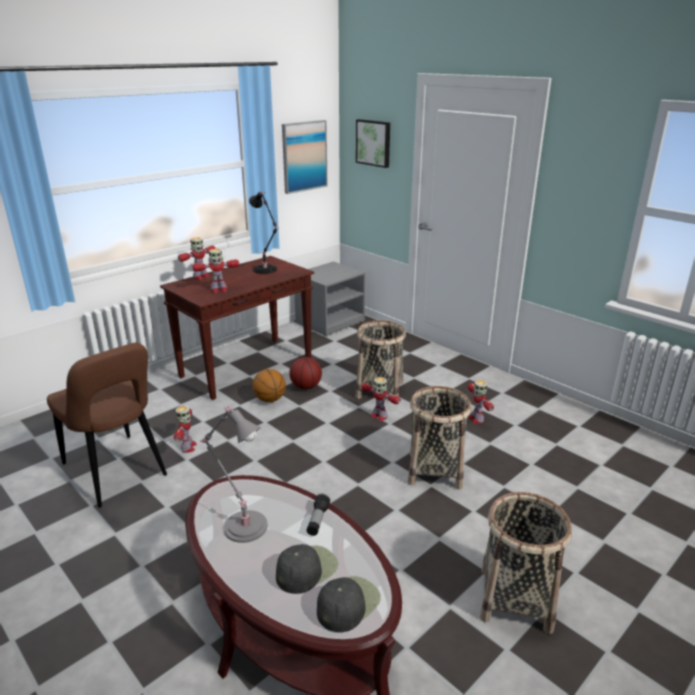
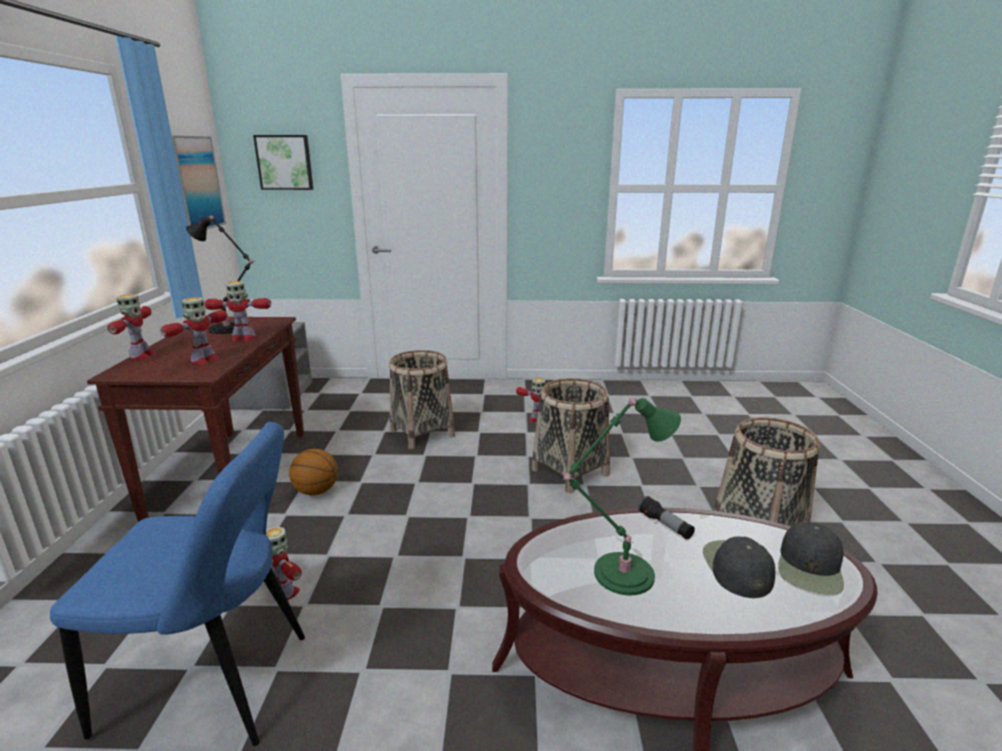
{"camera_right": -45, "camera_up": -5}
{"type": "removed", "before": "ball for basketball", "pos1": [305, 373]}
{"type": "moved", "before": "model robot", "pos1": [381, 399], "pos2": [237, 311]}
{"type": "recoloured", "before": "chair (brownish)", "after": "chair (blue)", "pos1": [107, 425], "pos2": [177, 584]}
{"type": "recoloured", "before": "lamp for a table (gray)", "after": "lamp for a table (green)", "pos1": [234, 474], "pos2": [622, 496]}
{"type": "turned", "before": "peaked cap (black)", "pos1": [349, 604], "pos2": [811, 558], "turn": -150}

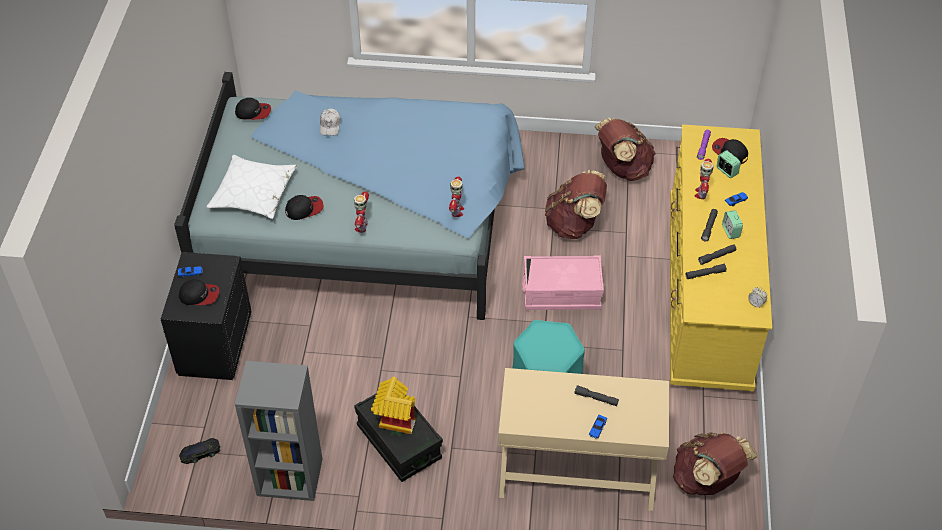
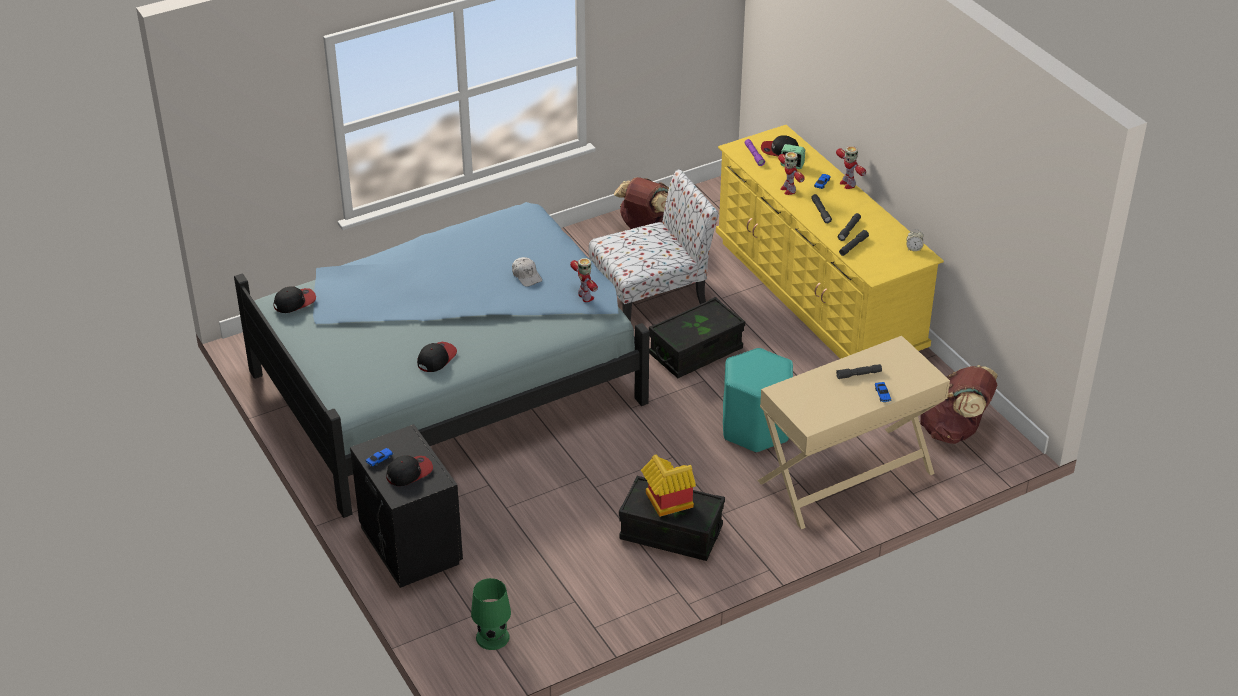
{"camera_right": -35, "camera_up": -10}
{"type": "removed", "before": "pillow (white)", "pos1": [252, 187]}
{"type": "removed", "before": "shelving unit (gray)", "pos1": [278, 431]}
{"type": "removed", "before": "bedside clock", "pos1": [732, 224]}
{"type": "moved", "before": "peaked cap (white)", "pos1": [330, 121], "pos2": [527, 272]}
{"type": "moved", "before": "model robot", "pos1": [361, 212], "pos2": [851, 167]}
{"type": "replaced", "before": "toy car (black)", "after": "lamp for a table (green)", "pos1": [199, 451], "pos2": [491, 614]}
{"type": "replaced", "before": "rucksack (brownish)", "after": "chair", "pos1": [576, 204], "pos2": [654, 245]}
{"type": "recoloured", "before": "storage box (pink-coloured)", "after": "storage box (black)", "pos1": [563, 282], "pos2": [697, 337]}

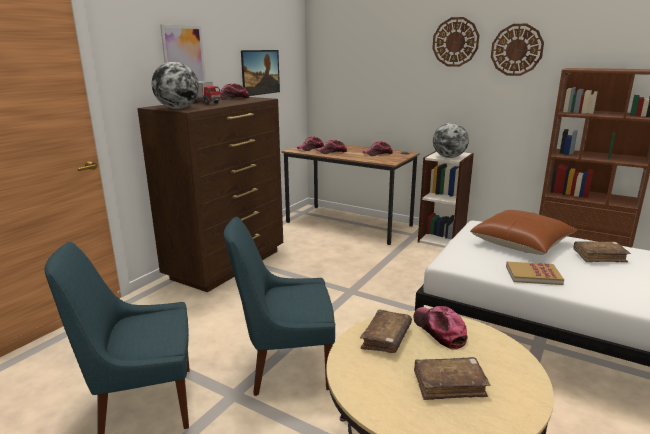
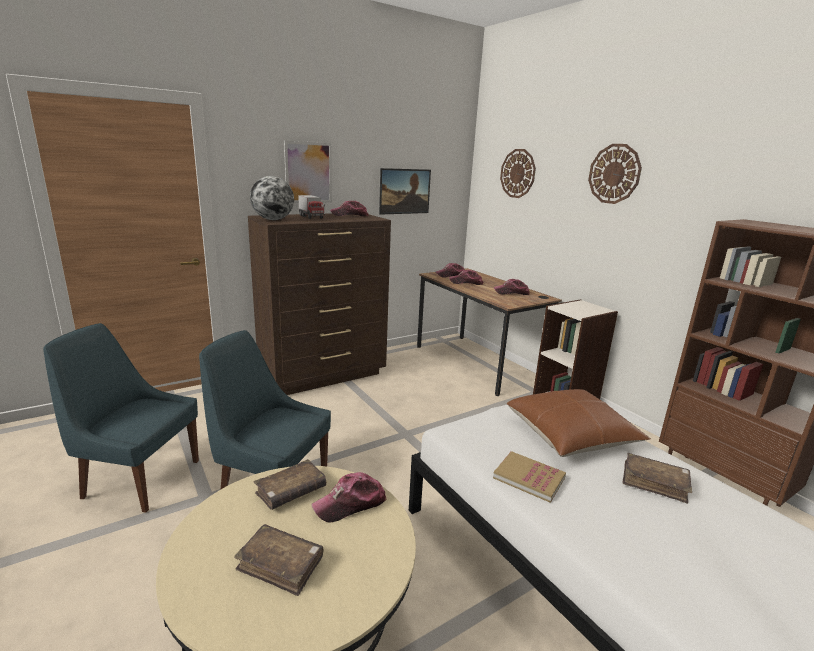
{"camera_right": 25, "camera_up": 0}
{"type": "removed", "before": "world globe", "pos1": [451, 140]}
{"type": "moved", "before": "clock on the wall", "pos1": [517, 50], "pos2": [518, 173]}
{"type": "turned", "before": "peaked cap", "pos1": [441, 327], "pos2": [348, 497], "turn": -120}

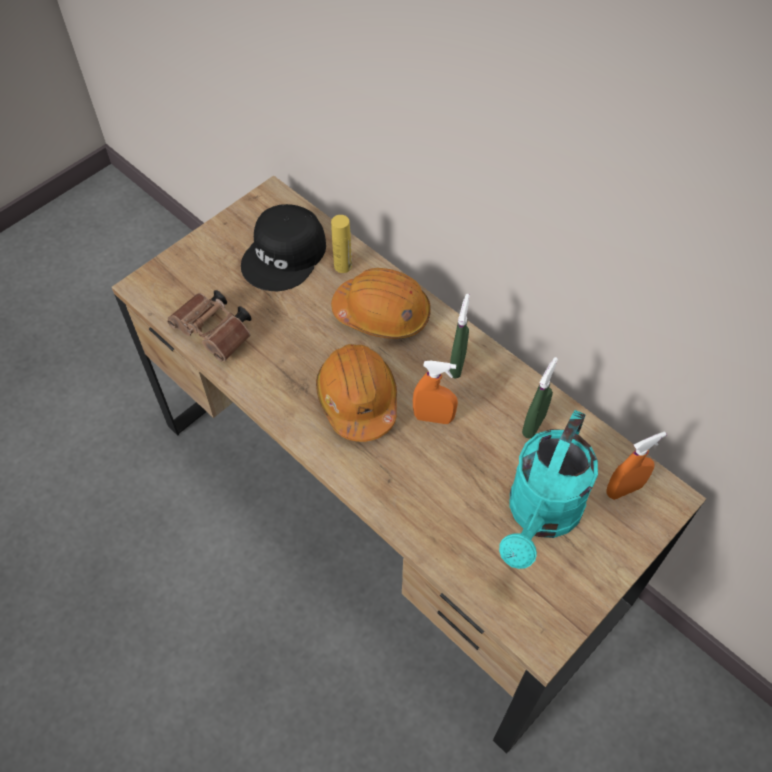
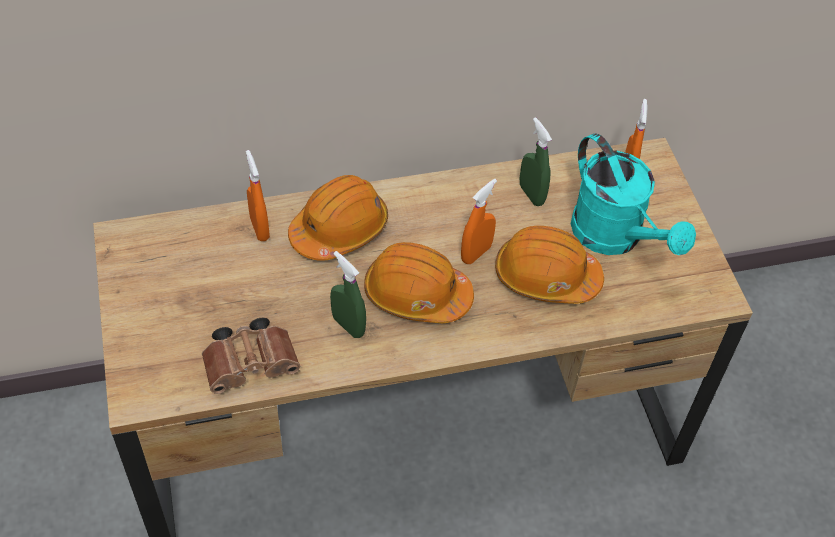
{"camera_right": -60, "camera_up": -5}
{"type": "removed", "before": "peaked cap (black)", "pos1": [283, 247]}
{"type": "added", "after": "hard hat (orange)", "pos2": [549, 265]}
{"type": "moved", "before": "spray bottle (green)", "pos1": [459, 336], "pos2": [348, 294]}
{"type": "replaced", "before": "beverage bottle (yellow-coloured)", "after": "spray bottle (orange)", "pos1": [341, 244], "pos2": [258, 195]}

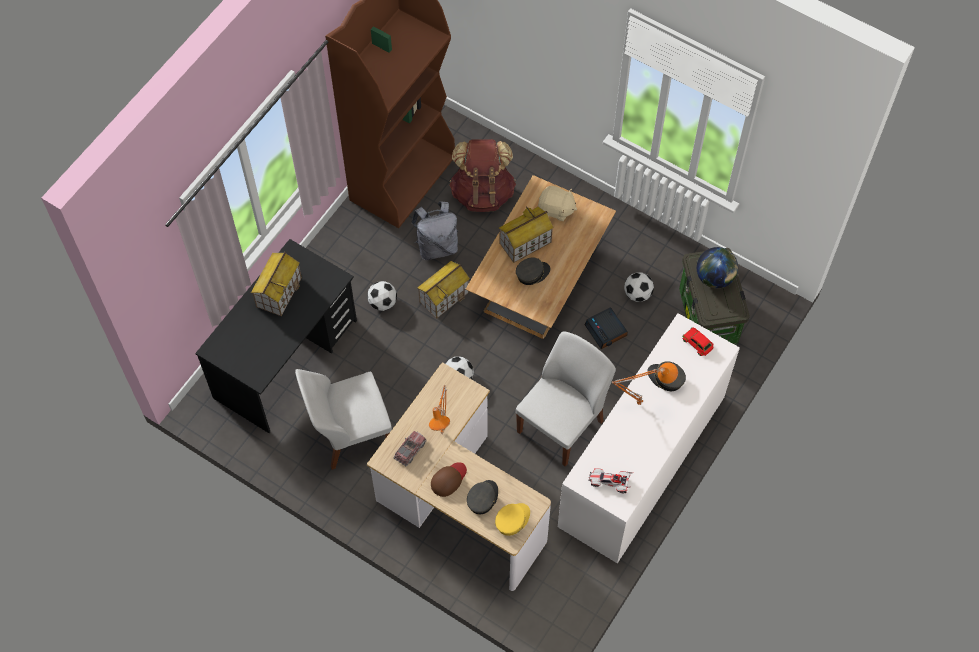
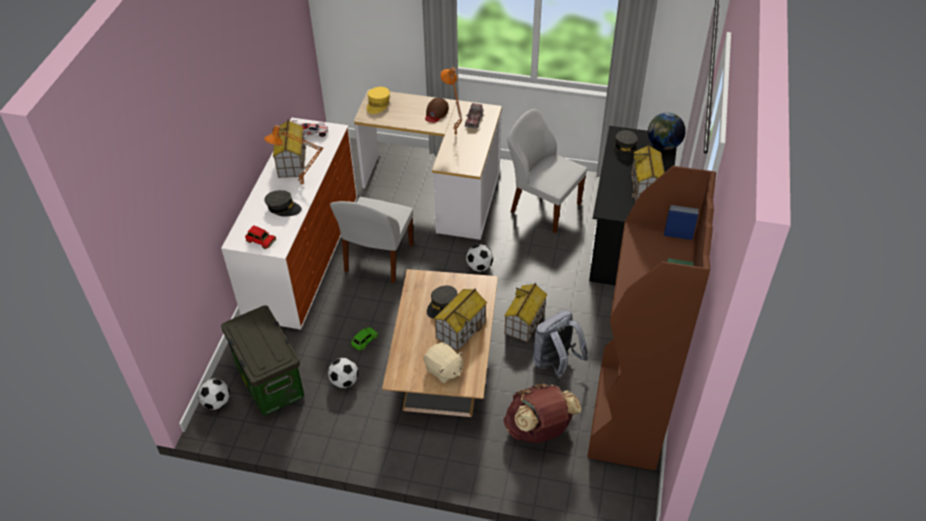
{"camera_right": 160, "camera_up": -15}
{"type": "added", "after": "model house", "pos2": [289, 148]}
{"type": "moved", "before": "ball for football", "pos1": [382, 296], "pos2": [214, 394]}
{"type": "moved", "before": "peaked cap (gray)", "pos1": [482, 497], "pos2": [626, 145]}
{"type": "moved", "before": "world globe", "pos1": [717, 267], "pos2": [667, 131]}
{"type": "replaced", "before": "bedside clock", "after": "toy car (green)", "pos1": [606, 328], "pos2": [364, 338]}
{"type": "turned", "before": "chair (white)", "pos1": [343, 419], "pos2": [547, 171], "turn": -105}
{"type": "turned", "before": "cuddly toy (sand-coloured)", "pos1": [557, 203], "pos2": [443, 362], "turn": -135}

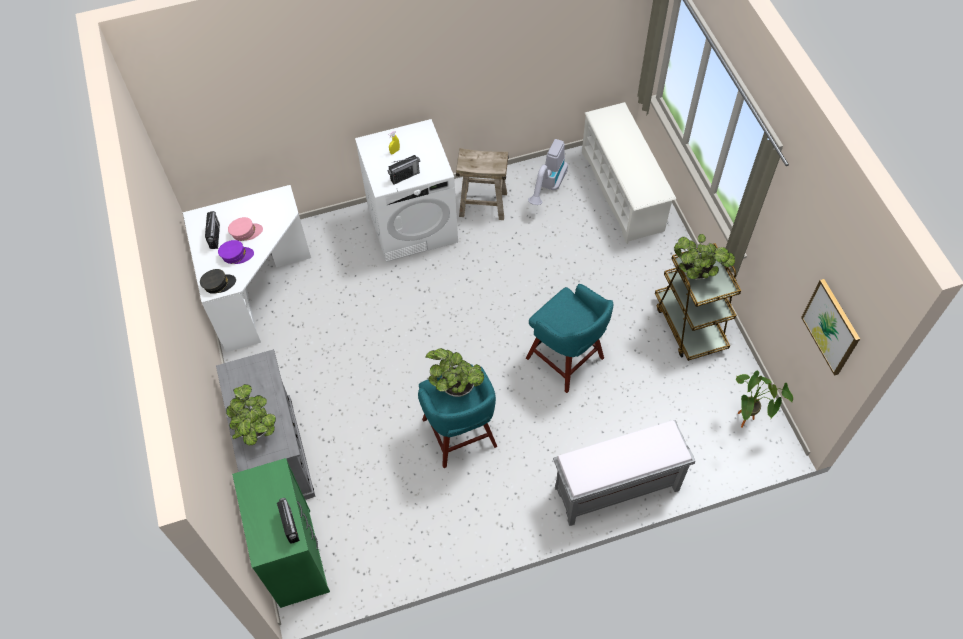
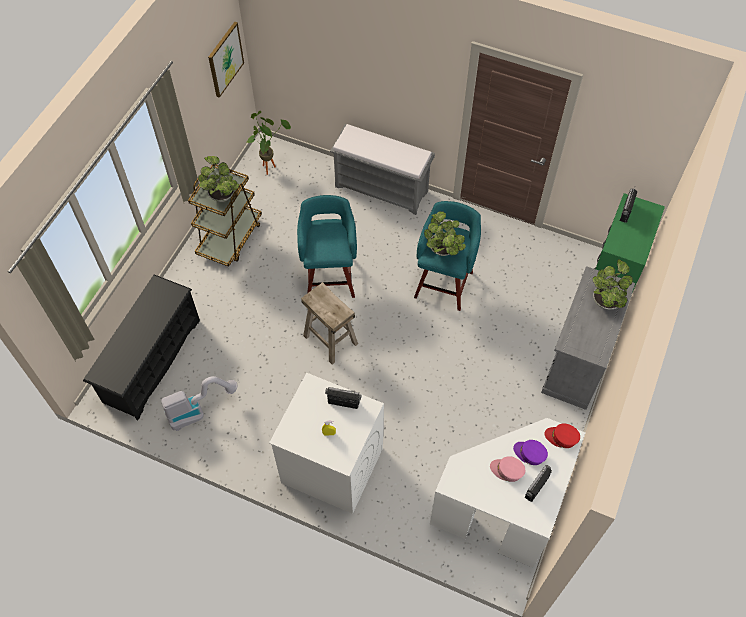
{"camera_right": -140, "camera_up": 0}
{"type": "moved", "before": "stool seat (sand-coloured)", "pos1": [482, 184], "pos2": [329, 323]}
{"type": "recoloured", "before": "peaked cap (gray)", "after": "peaked cap (red)", "pos1": [218, 281], "pos2": [562, 435]}
{"type": "recoloured", "before": "shoe rack (white)", "after": "shoe rack (black)", "pos1": [629, 173], "pos2": [141, 347]}

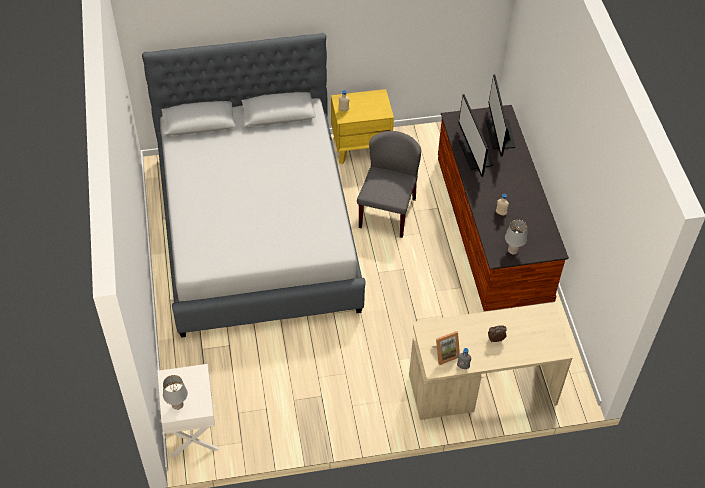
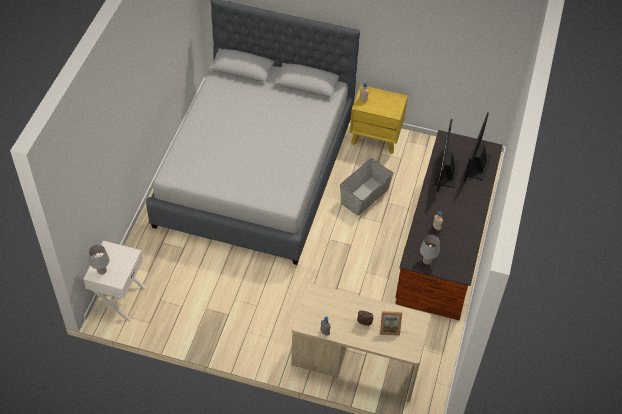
{"camera_right": 25, "camera_up": 0}
{"type": "moved", "before": "photo frame", "pos1": [445, 348], "pos2": [391, 323]}
{"type": "replaced", "before": "chair (gray)", "after": "storage box (gray)", "pos1": [389, 184], "pos2": [367, 187]}

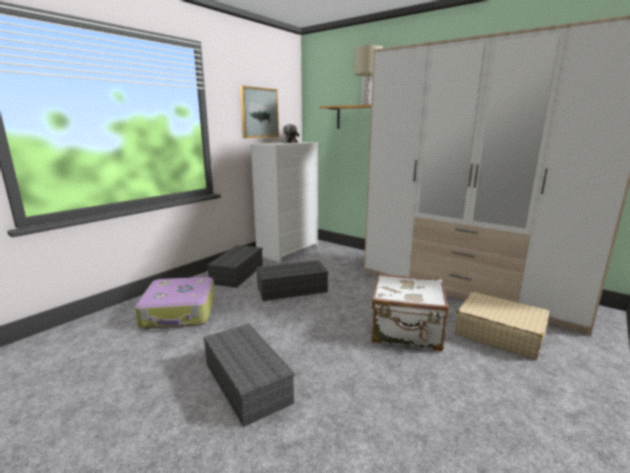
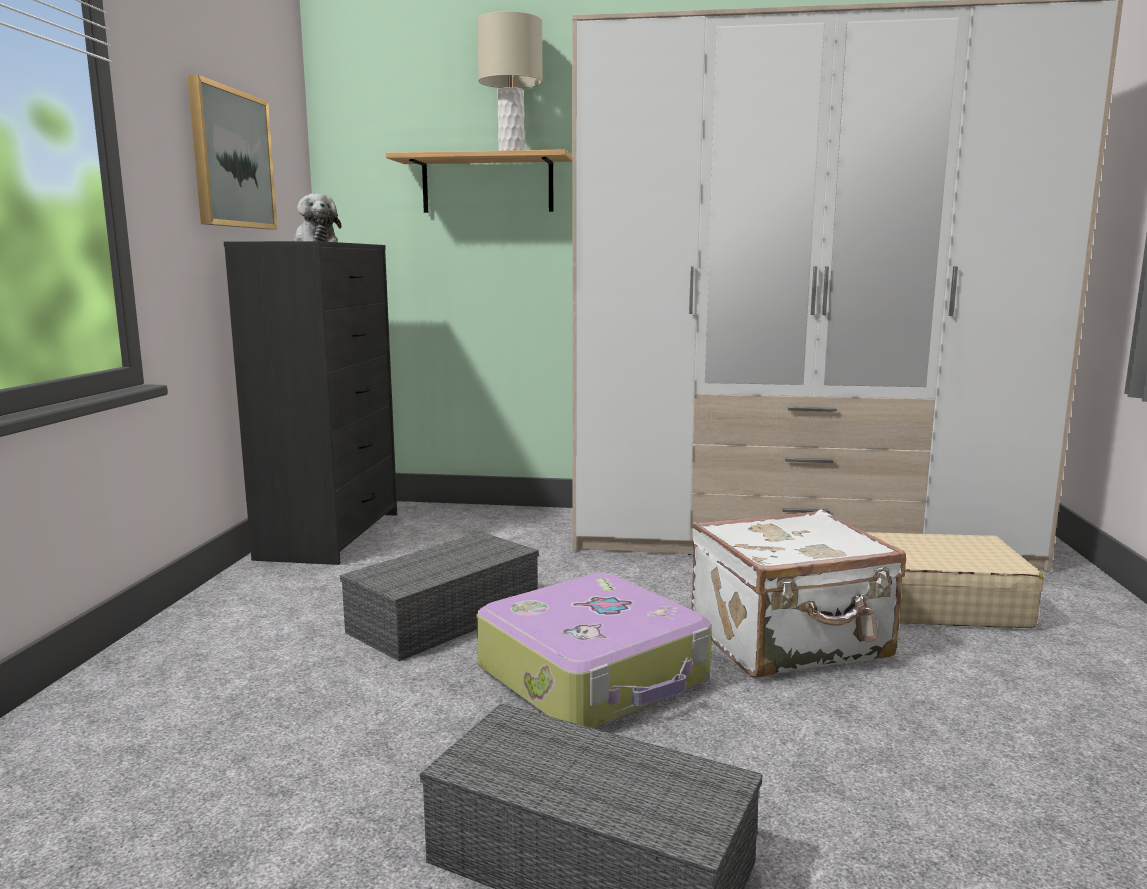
{"camera_right": -30, "camera_up": -5}
{"type": "removed", "before": "storage box (gray)", "pos1": [235, 266]}
{"type": "moved", "before": "suitcase", "pos1": [174, 303], "pos2": [594, 651]}
{"type": "recoloured", "before": "dresser (white)", "after": "dresser (black)", "pos1": [284, 202], "pos2": [310, 403]}

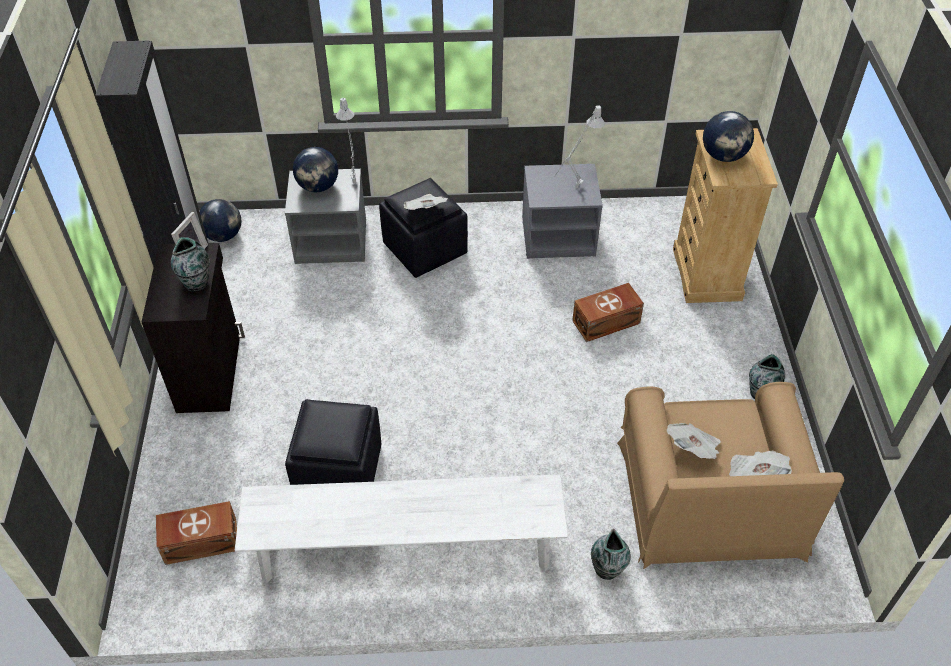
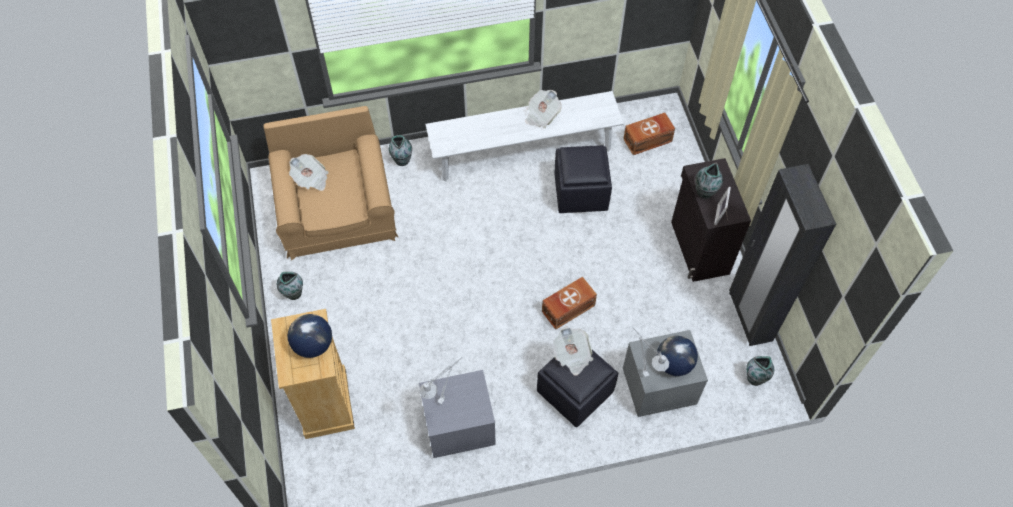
{"camera_right": 170, "camera_up": 10}
{"type": "moved", "before": "storage box (brownish)", "pos1": [608, 312], "pos2": [569, 303]}
{"type": "moved", "before": "newspaper", "pos1": [694, 441], "pos2": [543, 109]}
{"type": "replaced", "before": "world globe", "after": "vase", "pos1": [220, 220], "pos2": [760, 371]}

